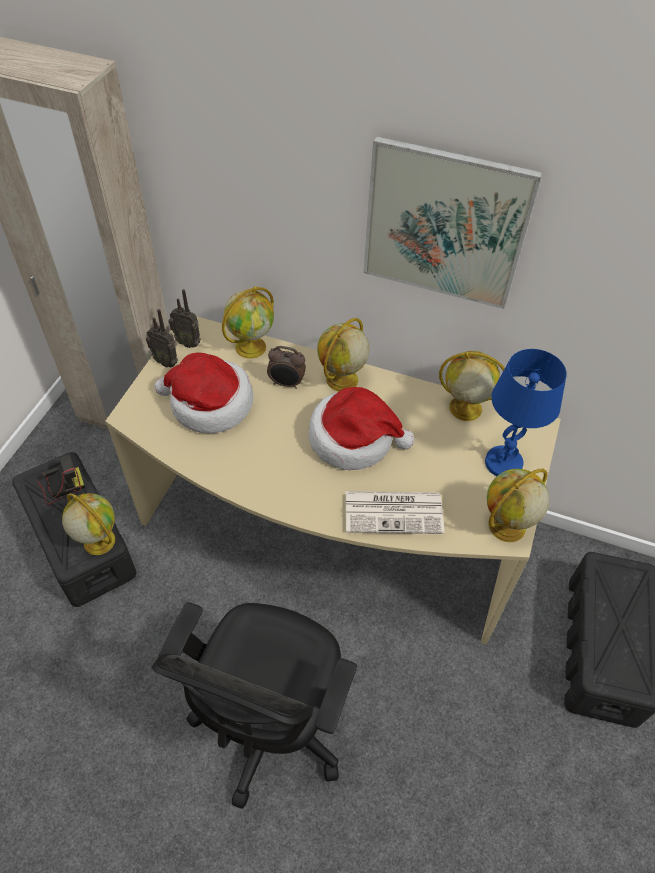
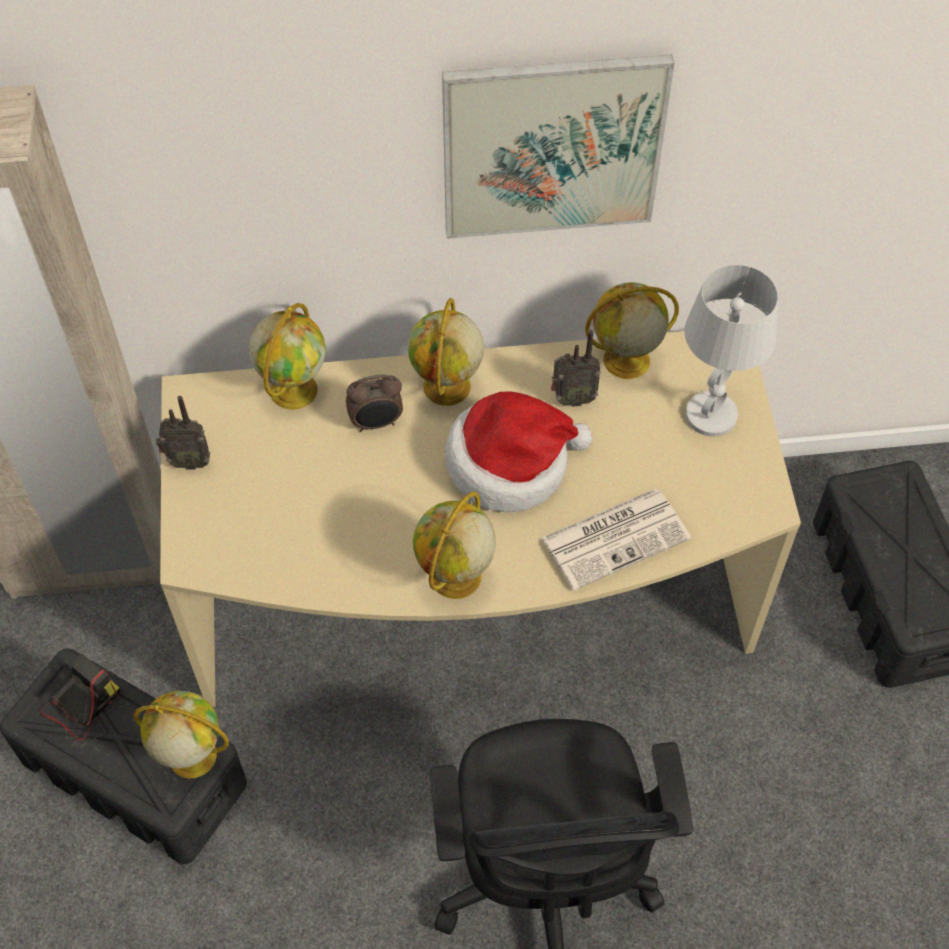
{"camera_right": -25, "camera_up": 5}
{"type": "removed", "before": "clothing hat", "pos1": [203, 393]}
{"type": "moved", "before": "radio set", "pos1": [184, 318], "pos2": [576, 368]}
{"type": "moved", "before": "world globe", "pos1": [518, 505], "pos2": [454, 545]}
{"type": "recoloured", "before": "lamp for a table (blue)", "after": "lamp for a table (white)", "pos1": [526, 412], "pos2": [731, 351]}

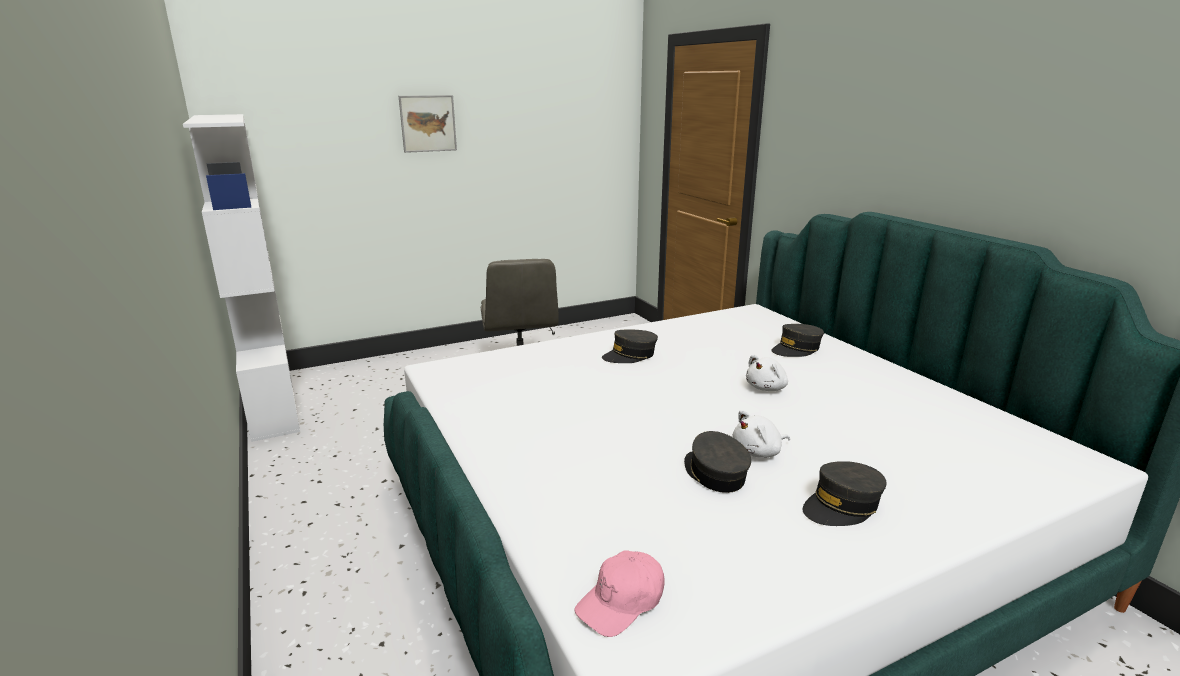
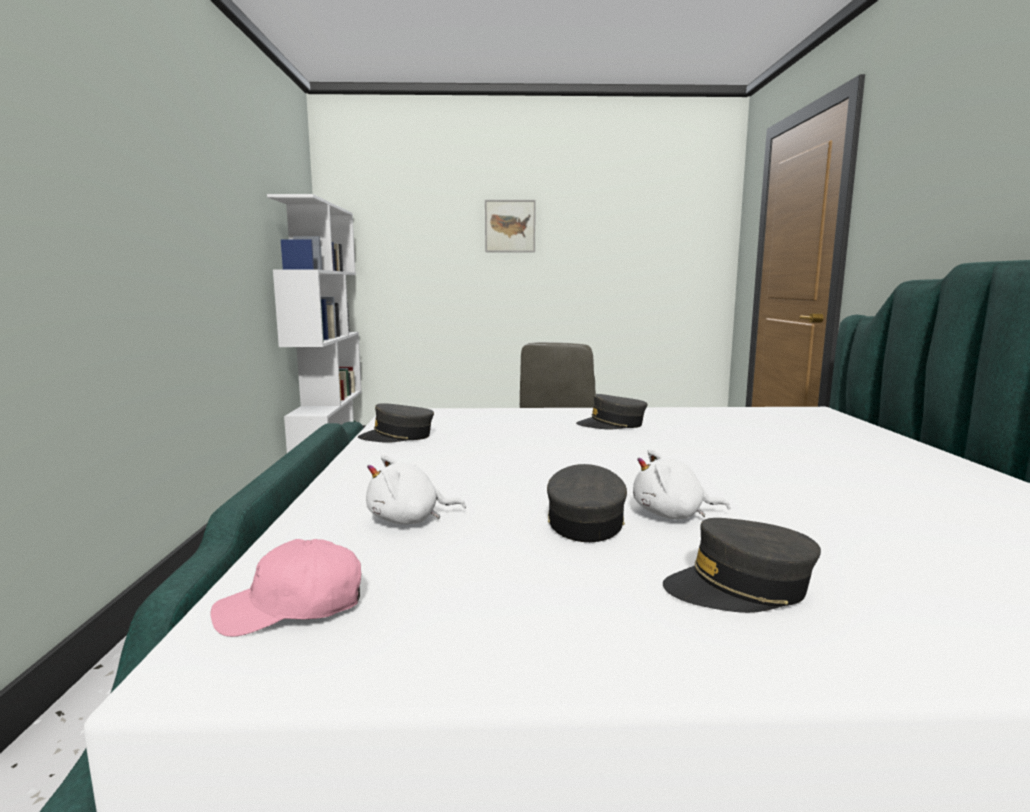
{"camera_right": 25, "camera_up": -10}
{"type": "moved", "before": "cuddly toy (white)", "pos1": [767, 372], "pos2": [416, 489]}
{"type": "moved", "before": "peaked cap (gray)", "pos1": [798, 340], "pos2": [396, 423]}

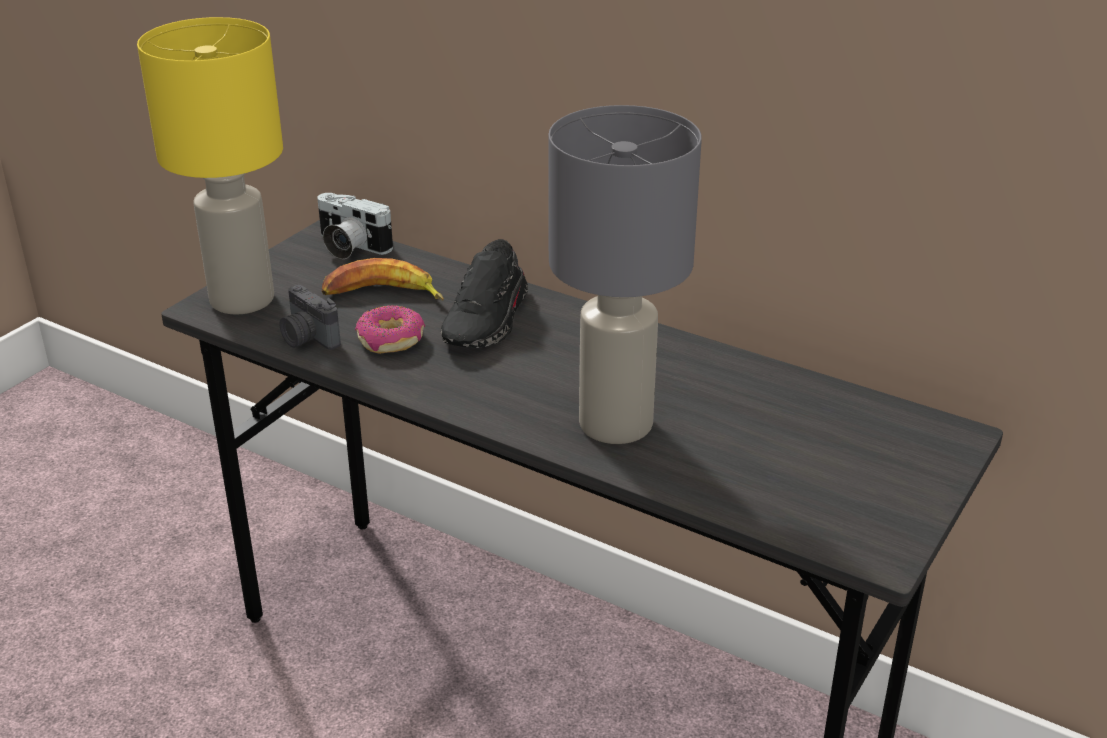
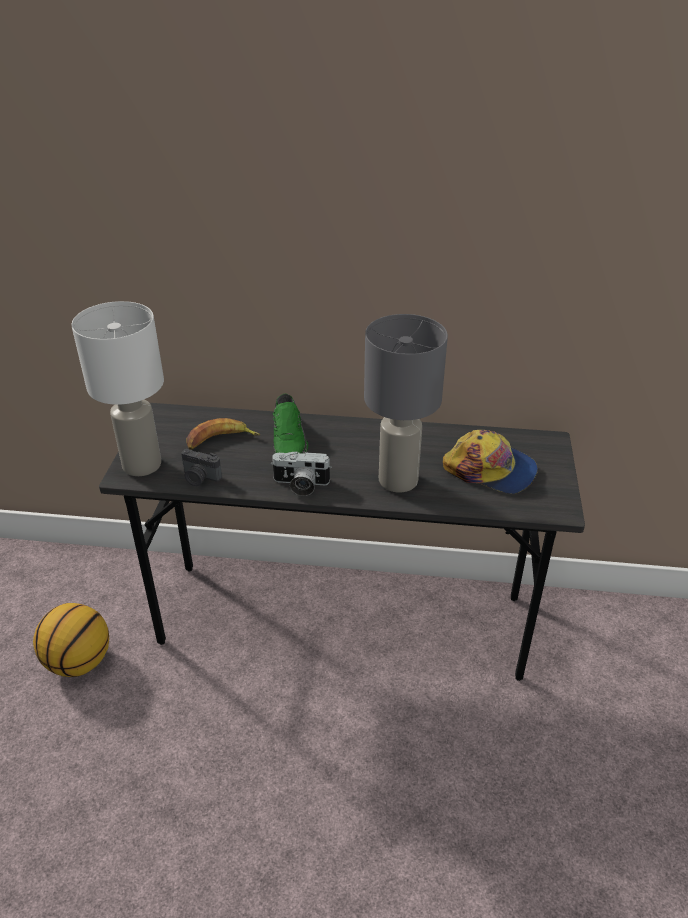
{"camera_right": -25, "camera_up": 5}
{"type": "removed", "before": "donut", "pos1": [390, 329]}
{"type": "added", "after": "ball for basketball", "pos2": [71, 640]}
{"type": "added", "after": "peaked cap", "pos2": [490, 462]}
{"type": "moved", "before": "photo camera", "pos1": [355, 226], "pos2": [301, 473]}
{"type": "recoloured", "before": "lamp for a table (yellow-coloured)", "after": "lamp for a table (white)", "pos1": [210, 166], "pos2": [117, 388]}
{"type": "recoloured", "before": "item of footwear (black)", "after": "item of footwear (green)", "pos1": [484, 293], "pos2": [290, 424]}

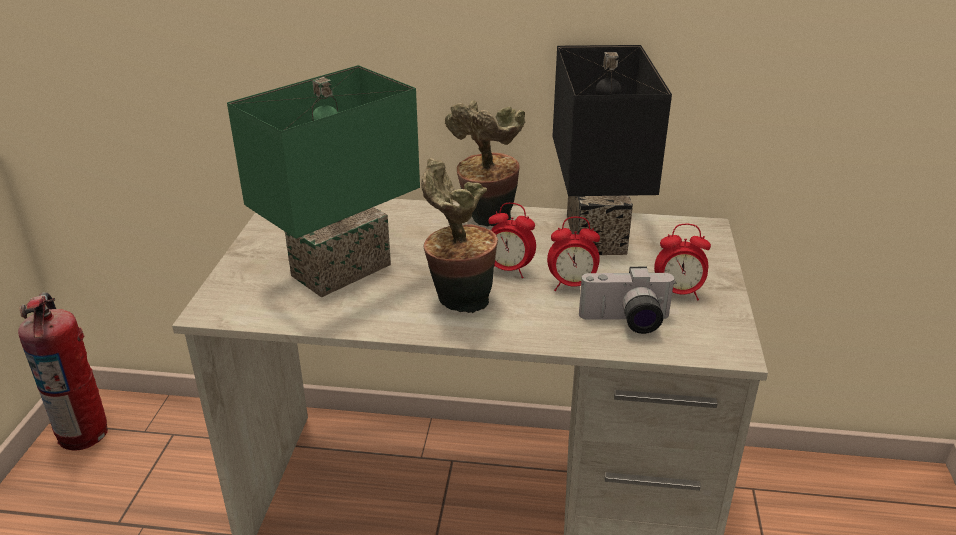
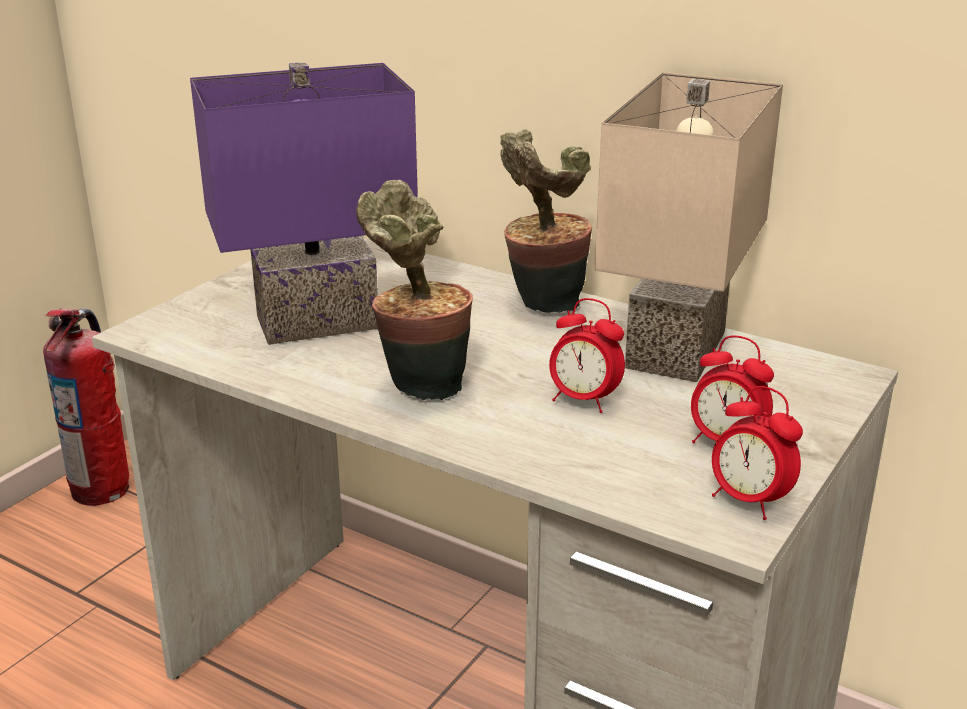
{"camera_right": 25, "camera_up": -5}
{"type": "removed", "before": "photo camera", "pos1": [627, 300]}
{"type": "moved", "before": "bedside clock", "pos1": [512, 240], "pos2": [757, 453]}
{"type": "recoloured", "before": "lamp for a table (green)", "after": "lamp for a table (purplish)", "pos1": [323, 181], "pos2": [304, 203]}
{"type": "recoloured", "before": "lamp for a table (black)", "after": "lamp for a table (sand-coloured)", "pos1": [612, 150], "pos2": [689, 227]}

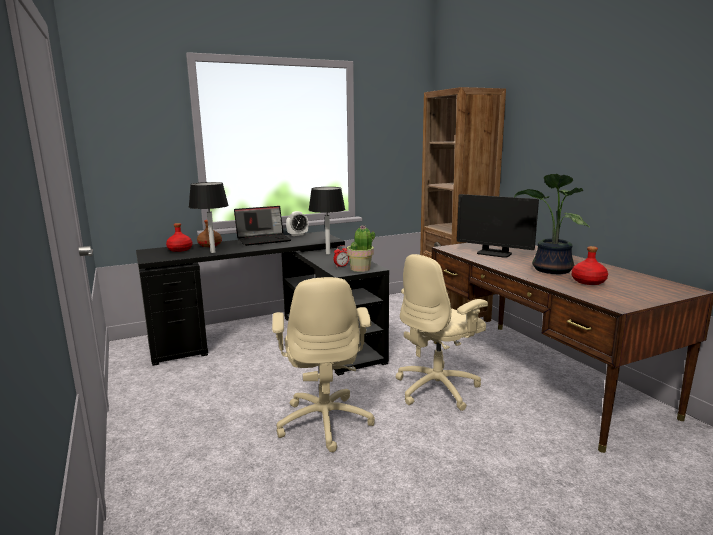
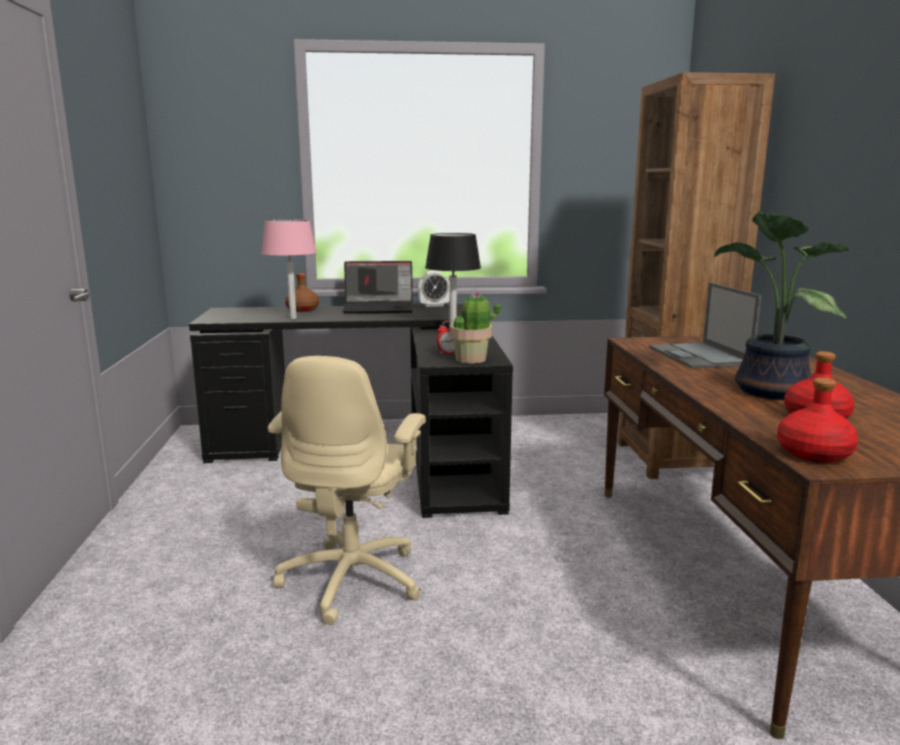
{"camera_right": 20, "camera_up": 0}
{"type": "removed", "before": "office chair (sand-coloured)", "pos1": [442, 332]}
{"type": "moved", "before": "beverage bottle (red)", "pos1": [179, 237], "pos2": [817, 420]}
{"type": "replaced", "before": "computer screen", "after": "portable computer", "pos1": [498, 226], "pos2": [705, 325]}
{"type": "recoloured", "before": "lamp for a table (black)", "after": "lamp for a table (pink-coloured)", "pos1": [209, 217], "pos2": [289, 269]}

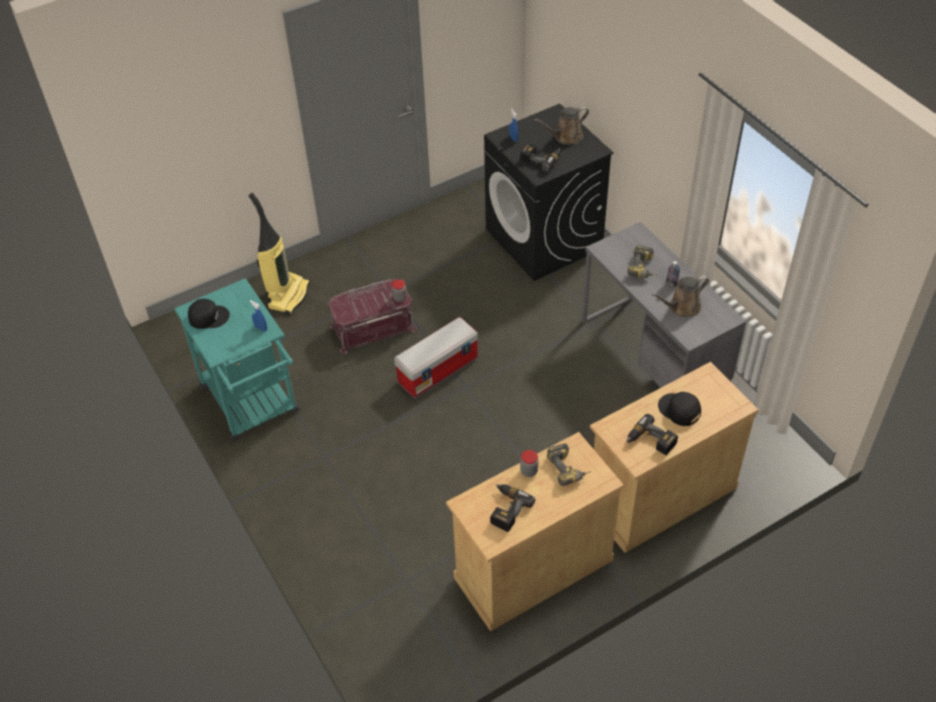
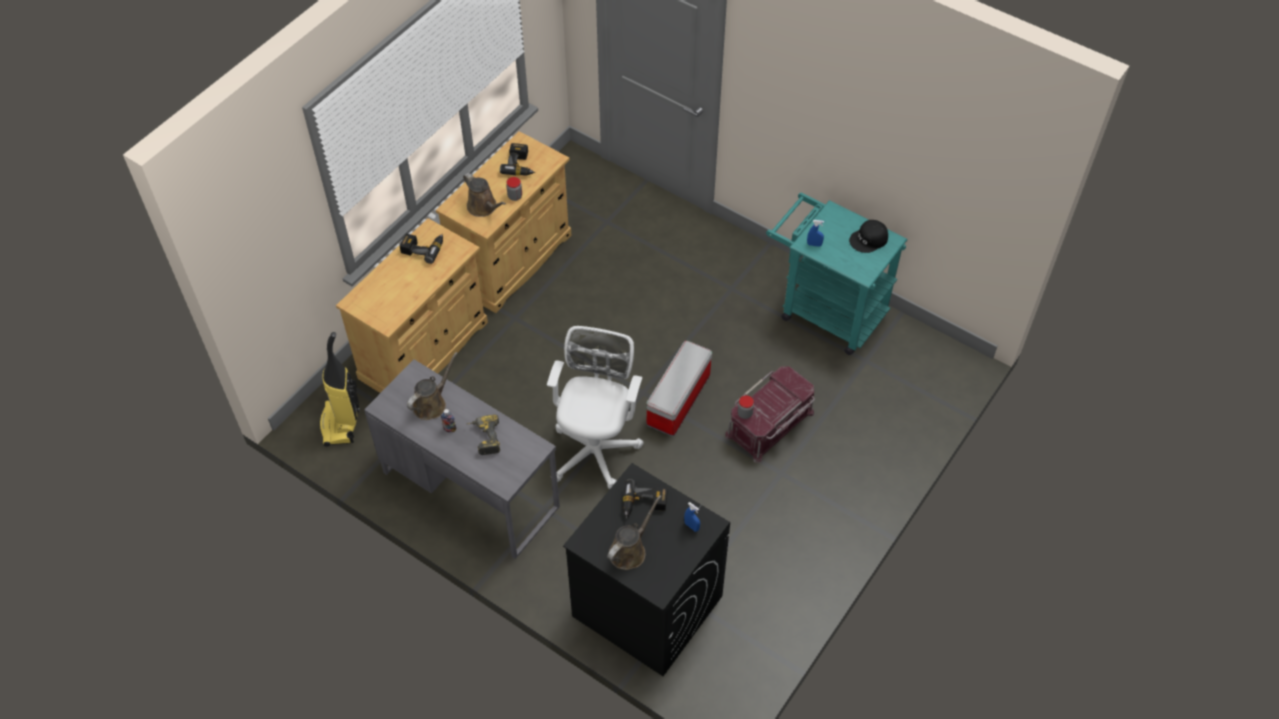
{"camera_right": 155, "camera_up": 5}
{"type": "removed", "before": "peaked cap (black)", "pos1": [679, 409]}
{"type": "added", "after": "office chair (white)", "pos2": [595, 407]}
{"type": "moved", "before": "hoover", "pos1": [279, 254], "pos2": [339, 389]}
{"type": "replaced", "before": "power drill", "after": "watering pot (brownish)", "pos1": [569, 464], "pos2": [484, 195]}

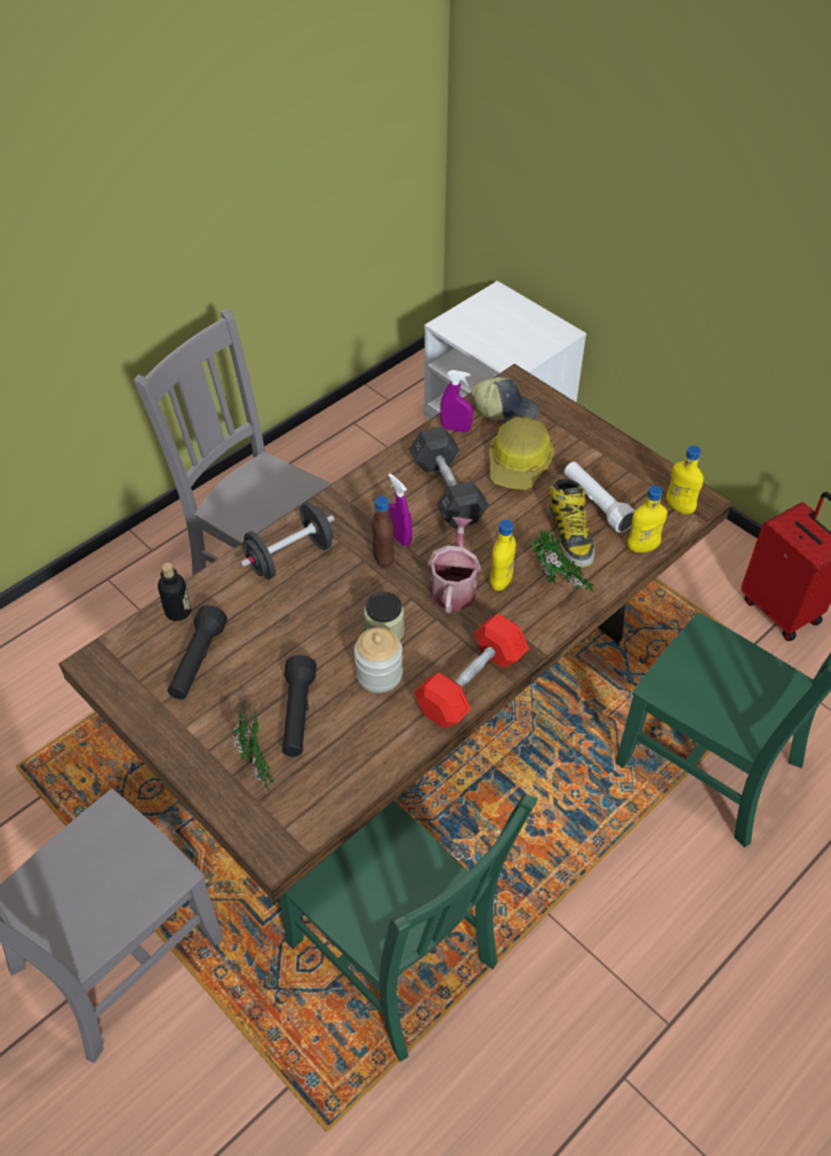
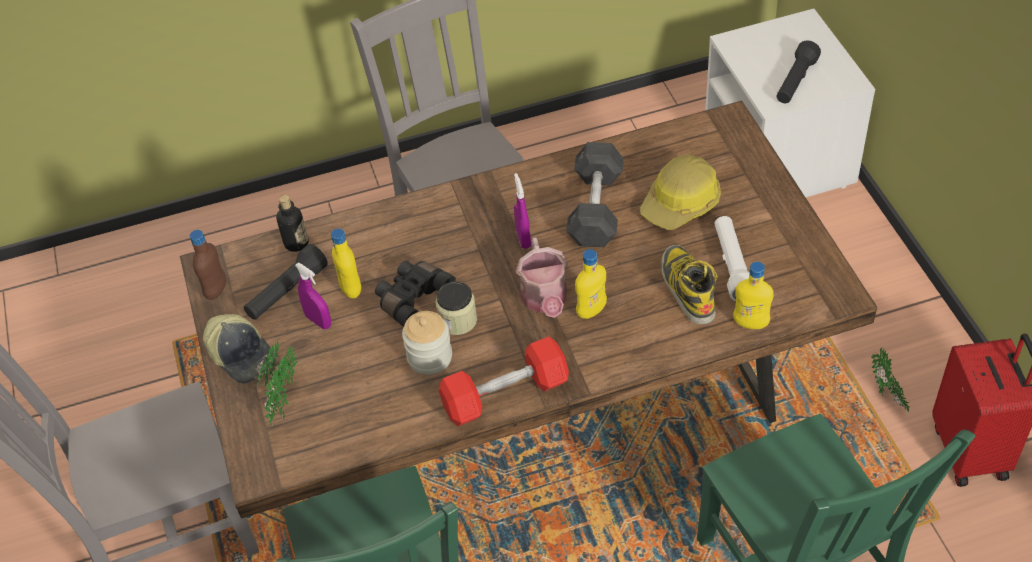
{"camera_right": 30, "camera_up": 0}
{"type": "removed", "before": "dumbbell (black)", "pos1": [287, 541]}
{"type": "added", "after": "pair of binoculars (black)", "pos2": [415, 293]}
{"type": "moved", "before": "hand torch (black)", "pos1": [299, 706], "pos2": [798, 71]}
{"type": "moved", "before": "beverage bottle (brownish)", "pos1": [383, 532], "pos2": [208, 265]}
{"type": "moved", "before": "spray bottle (purplish)", "pos1": [456, 401], "pos2": [313, 296]}
{"type": "moved", "before": "peaked cap", "pos1": [505, 400], "pos2": [239, 349]}
{"type": "moved", "before": "houseplant", "pos1": [562, 560], "pos2": [890, 379]}
{"type": "moved", "before": "beverage bottle (yellow-coloured)", "pos1": [685, 480], "pos2": [346, 264]}
{"type": "turned", "before": "watering pot", "pos1": [454, 565], "pos2": [542, 278], "turn": 135}
{"type": "turned", "before": "tall boot", "pos1": [571, 523], "pos2": [689, 284], "turn": 150}

